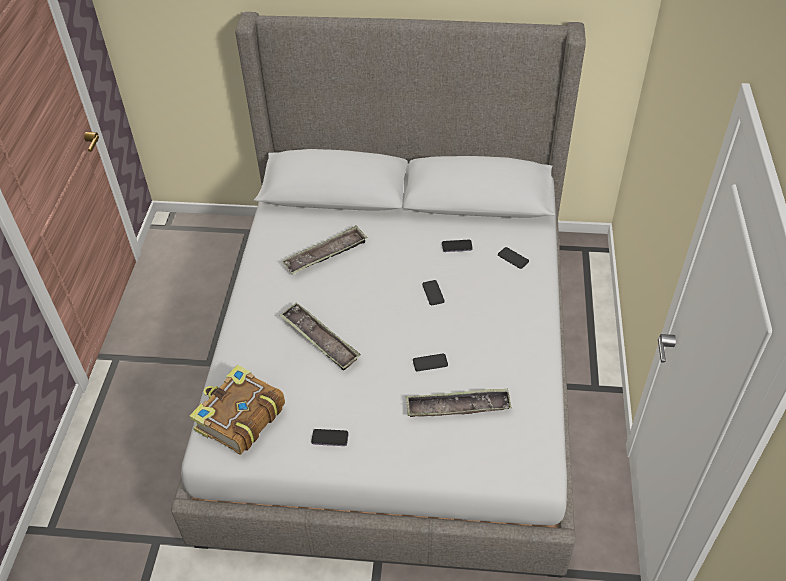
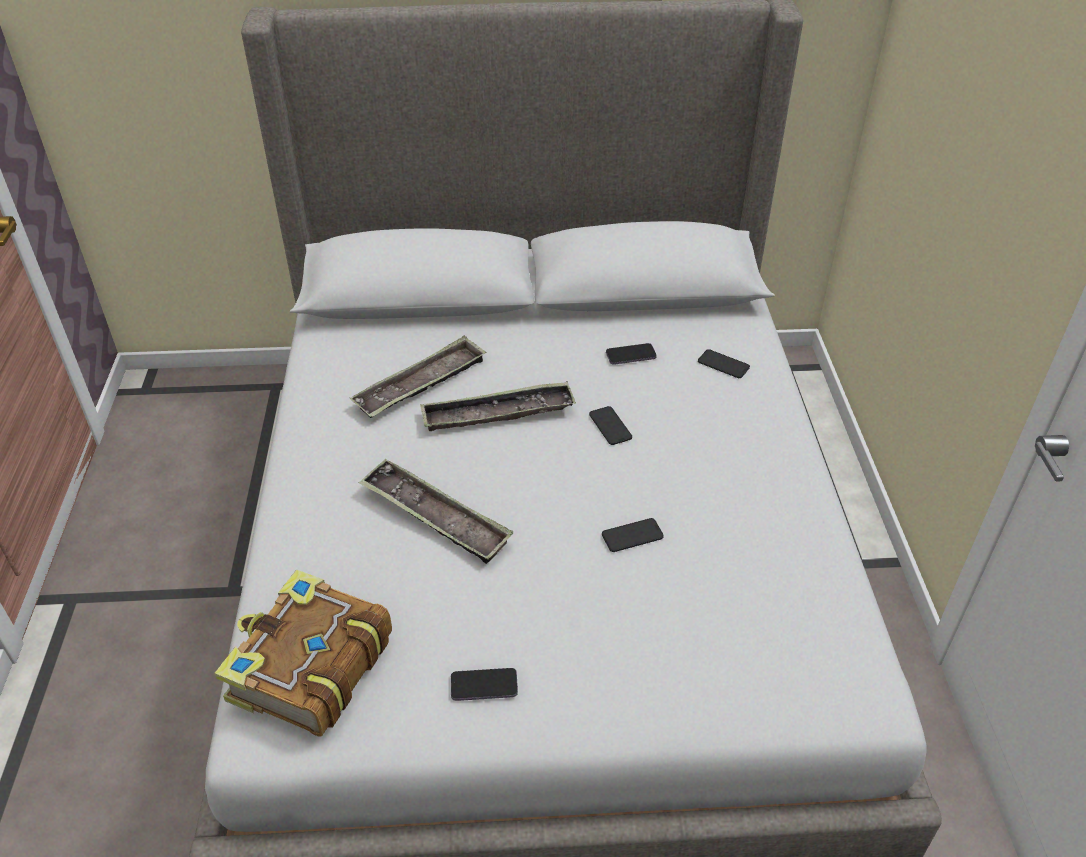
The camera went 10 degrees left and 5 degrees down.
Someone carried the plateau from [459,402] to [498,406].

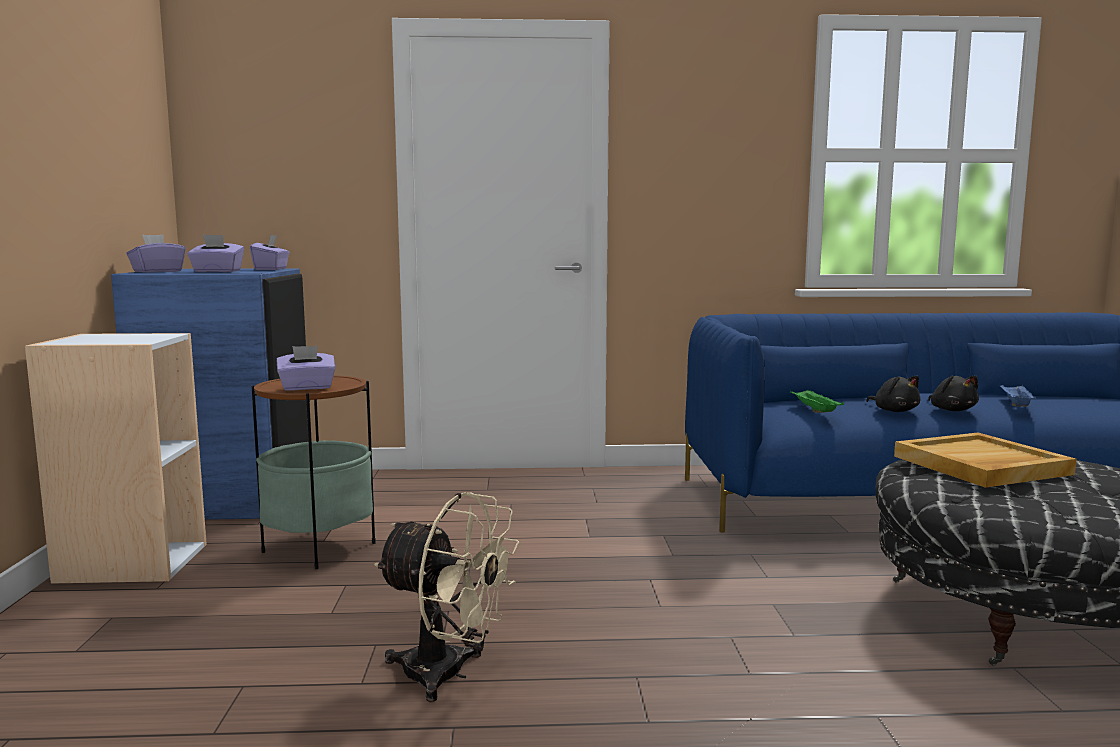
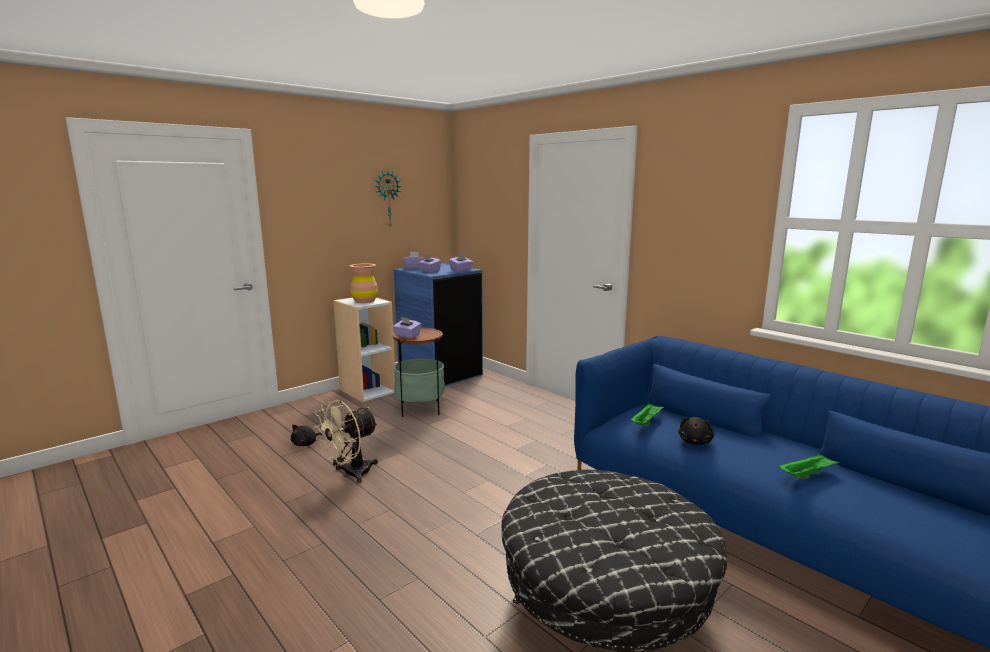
The camera went 50 degrees right and 5 degrees up.
Someone carried the peluche [noir] from [953,393] to [306,435].
Someone repainted the plateau [bleu] at [1017,395], which became the plateau [vert] at [809,466].
Someone took away the plateau [beige] at [985,460].
Someone rotated the ventilateur [beige] at [446,597] by 60 degrees clockwise.
Someone put up the horloge murale at [388,198].
Someone put down the vase [marron] at [363,283].

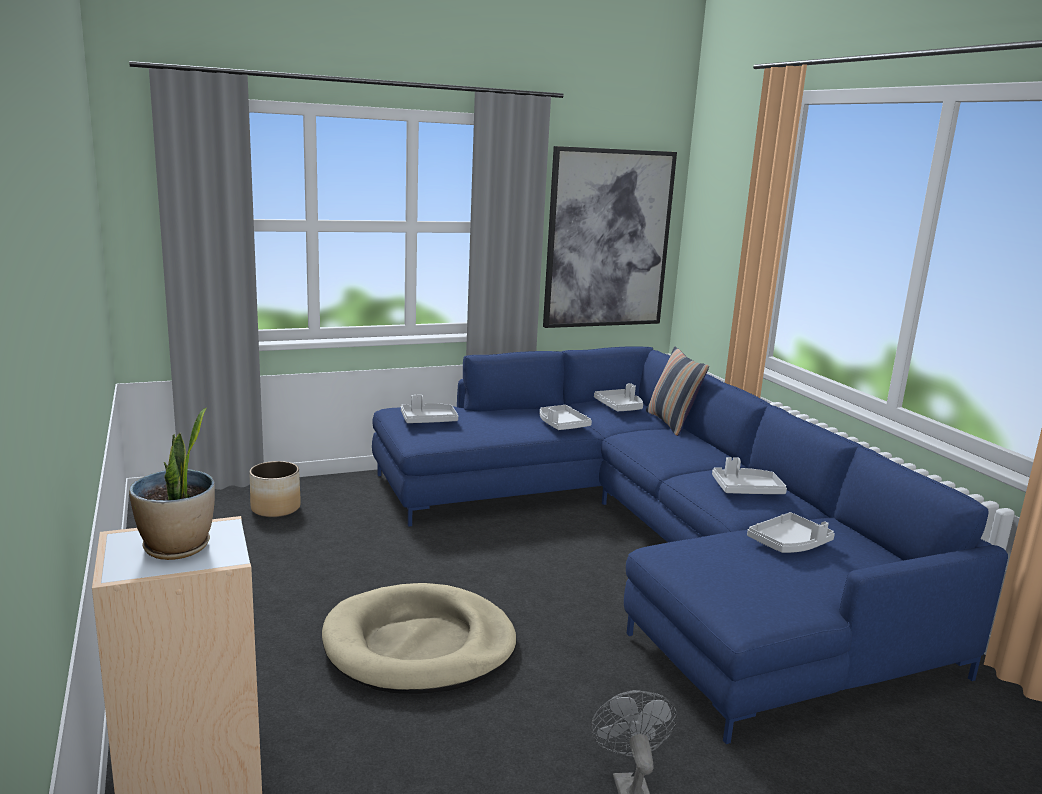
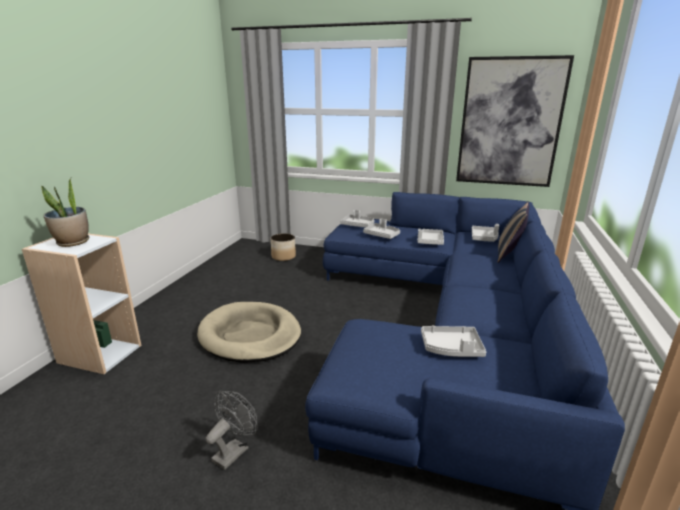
The camera went 40 degrees right and 5 degrees up.
Someone carried the plateau [gris] from [749,475] to [381,229].

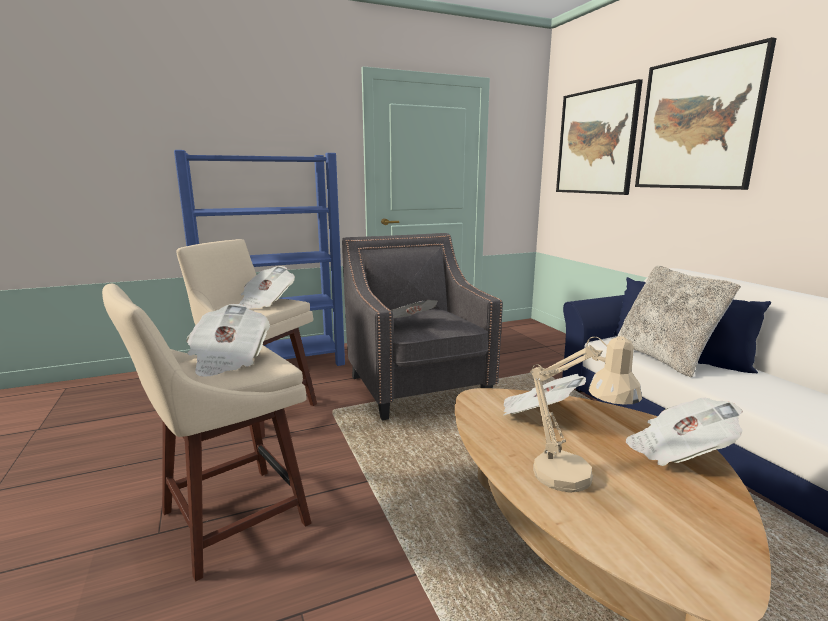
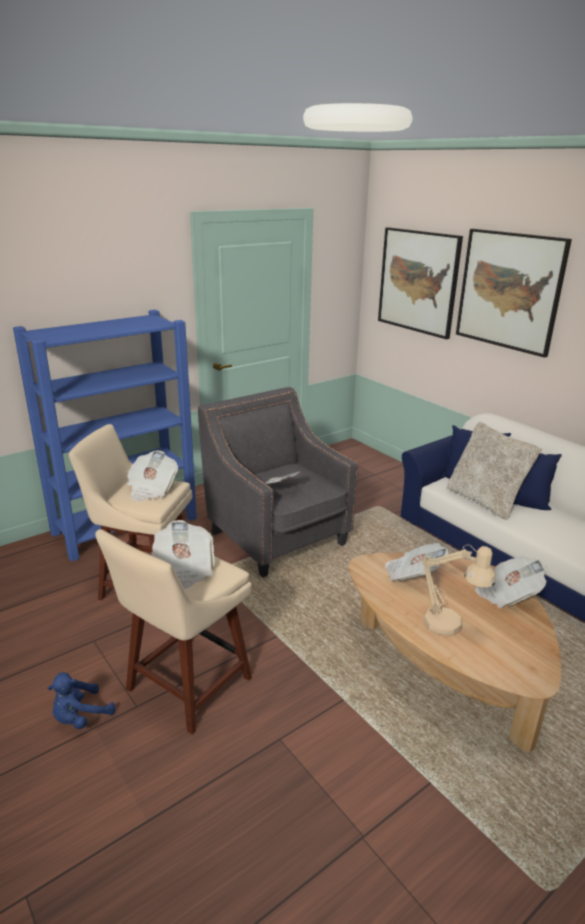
The camera went 15 degrees left and 10 degrees up.
Someone put down the peluche [bleu] at [81,700].

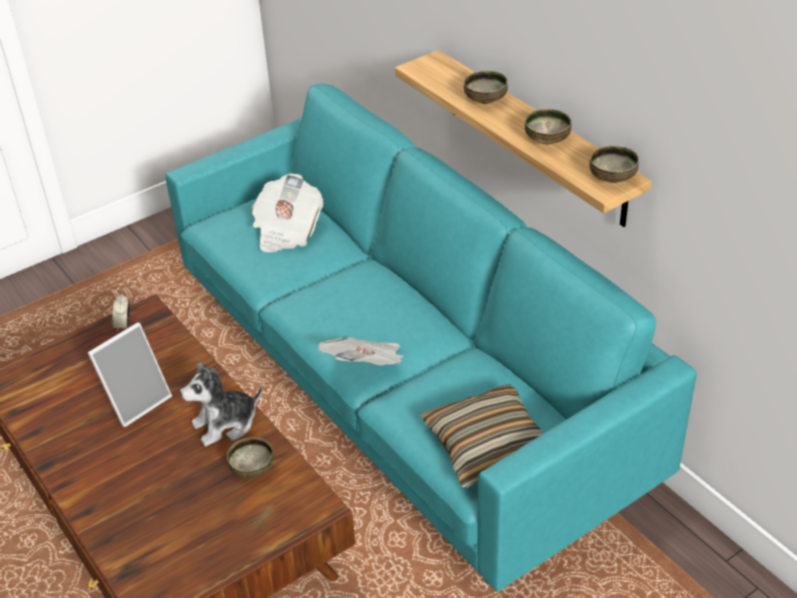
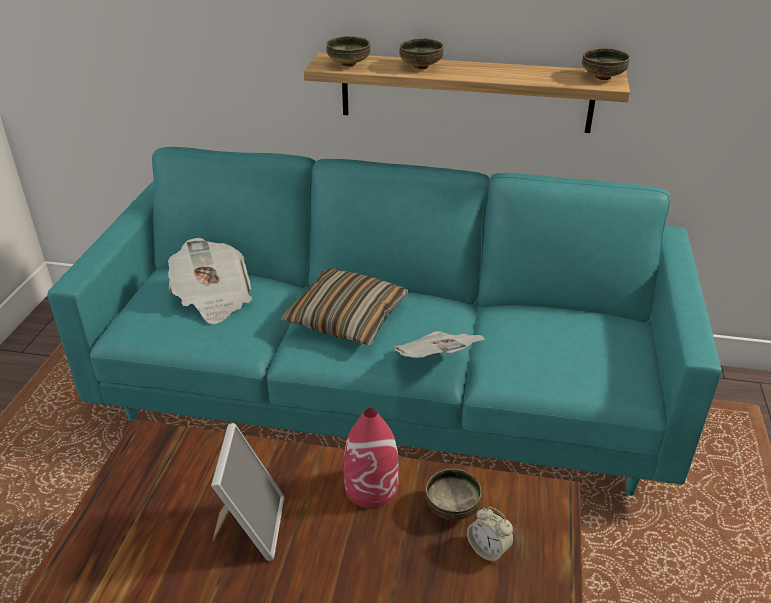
The camera went 45 degrees left and 5 degrees down.
Someone carried the bol from [548,127] to [348,51].
Someone carried the réveil from [121,313] to [490,535].
Someone swapped the peluche at [221,402] for the vase [rouge] at [371,458].
Someone carried the coussin from [481,435] to [344,306].

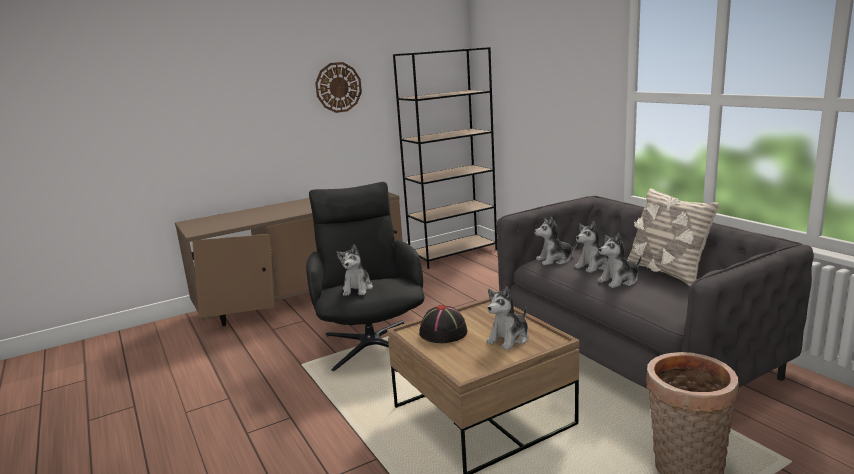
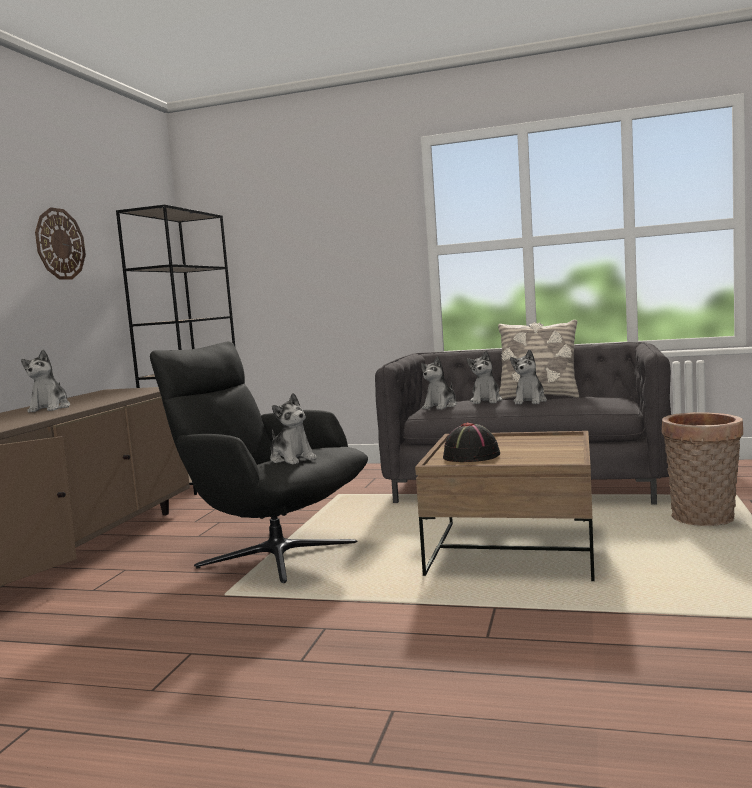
The camera went 45 degrees left and 10 degrees down.
Someone carried the peluche from [507,318] to [45,381].

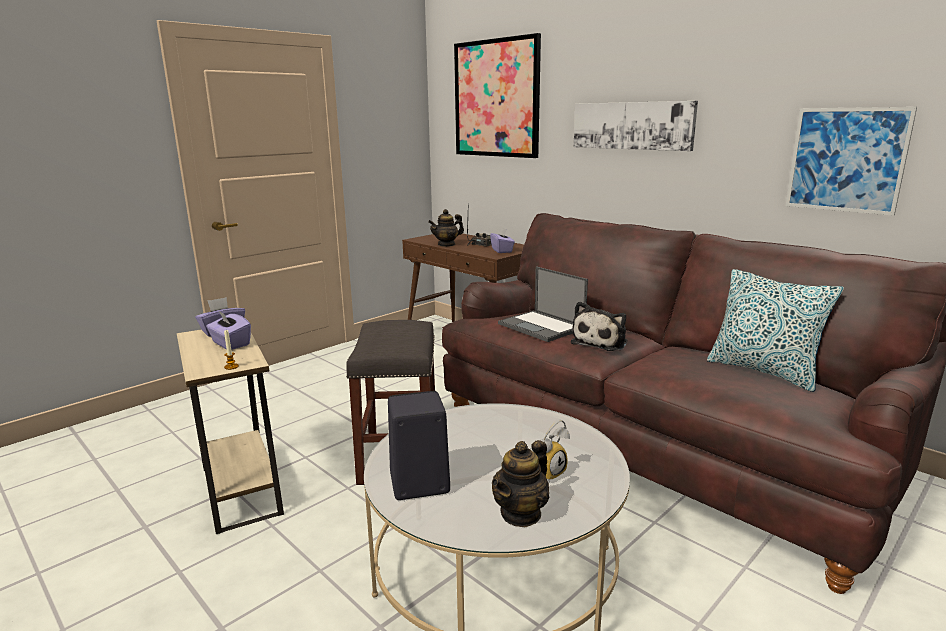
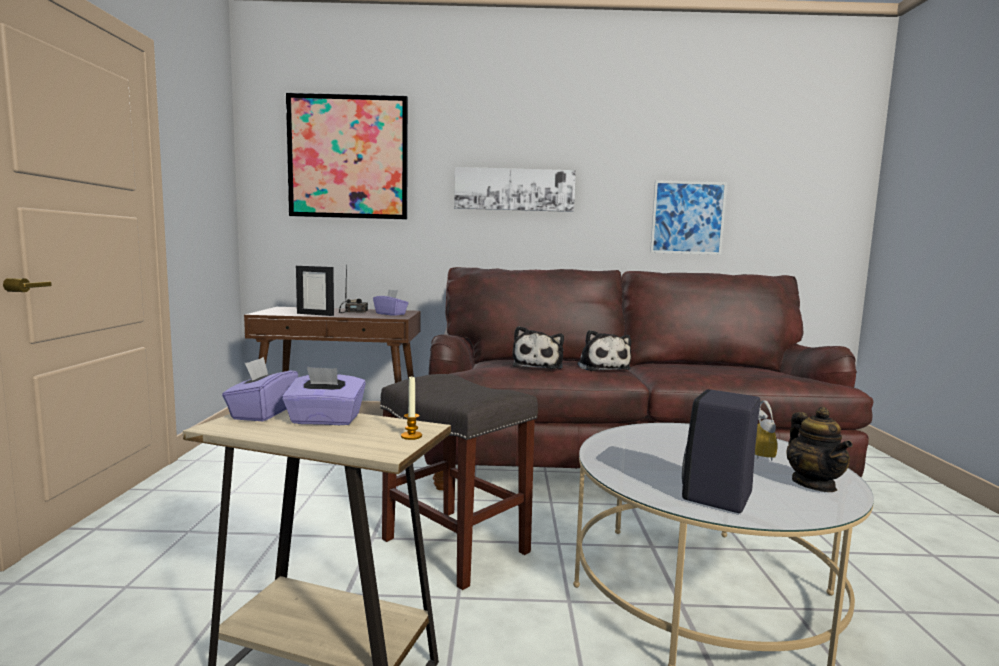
The camera went 45 degrees left and 10 degrees down.
Someone swapped the théière at [446,228] for the cadre photo at [315,290].
Someone swapped the ordinateur portable at [543,304] for the peluche at [538,347].
Someone took away the coussin at [775,330].

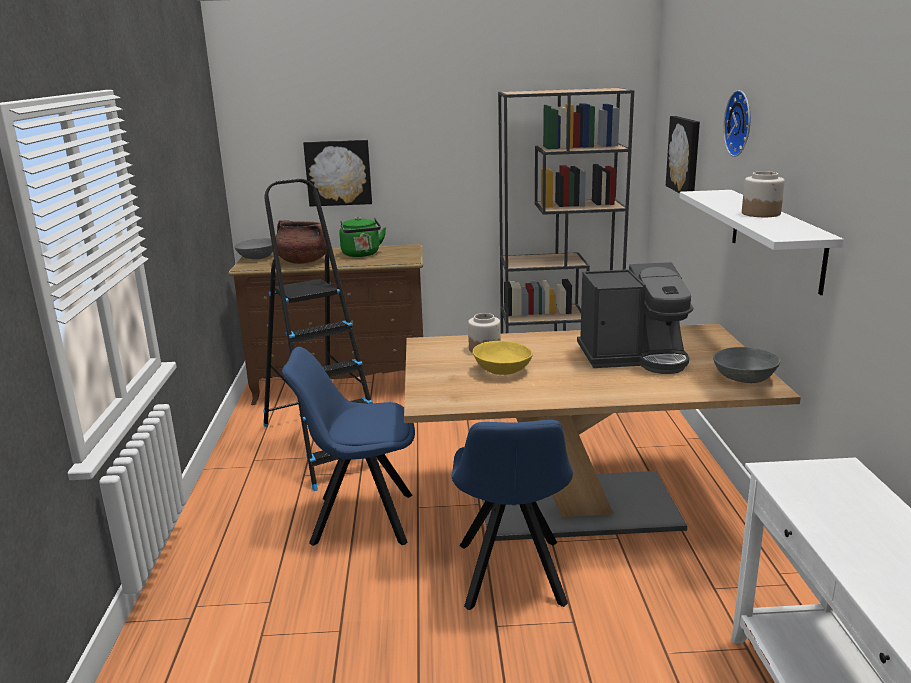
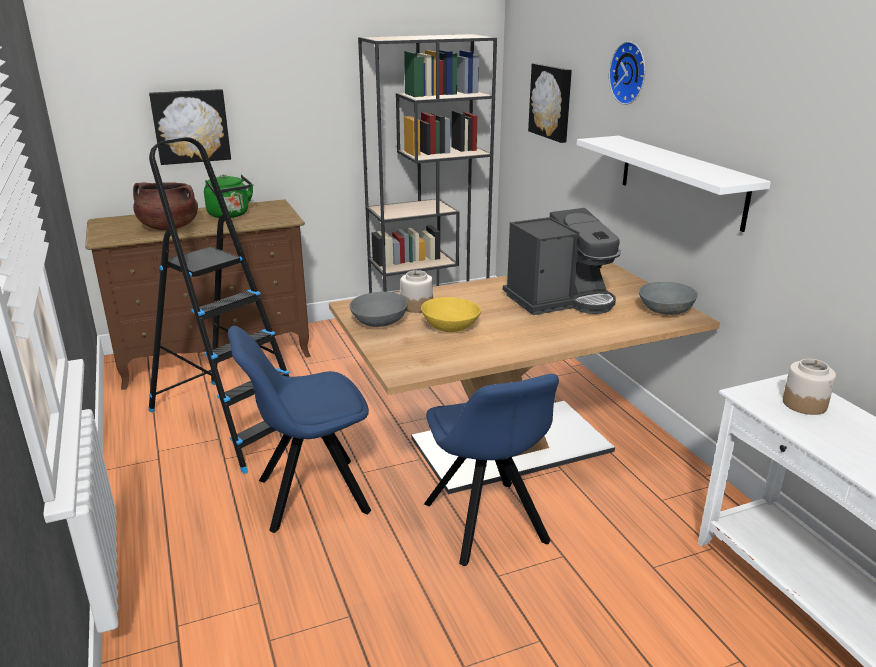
The camera went 20 degrees left and 5 degrees up.
Someone carried the bocal from [763,194] to [809,387].
Someone carried the bol [gris] from [253,248] to [378,309].

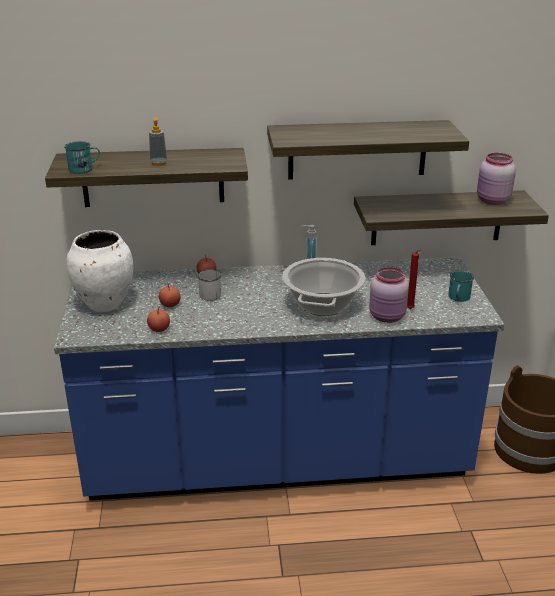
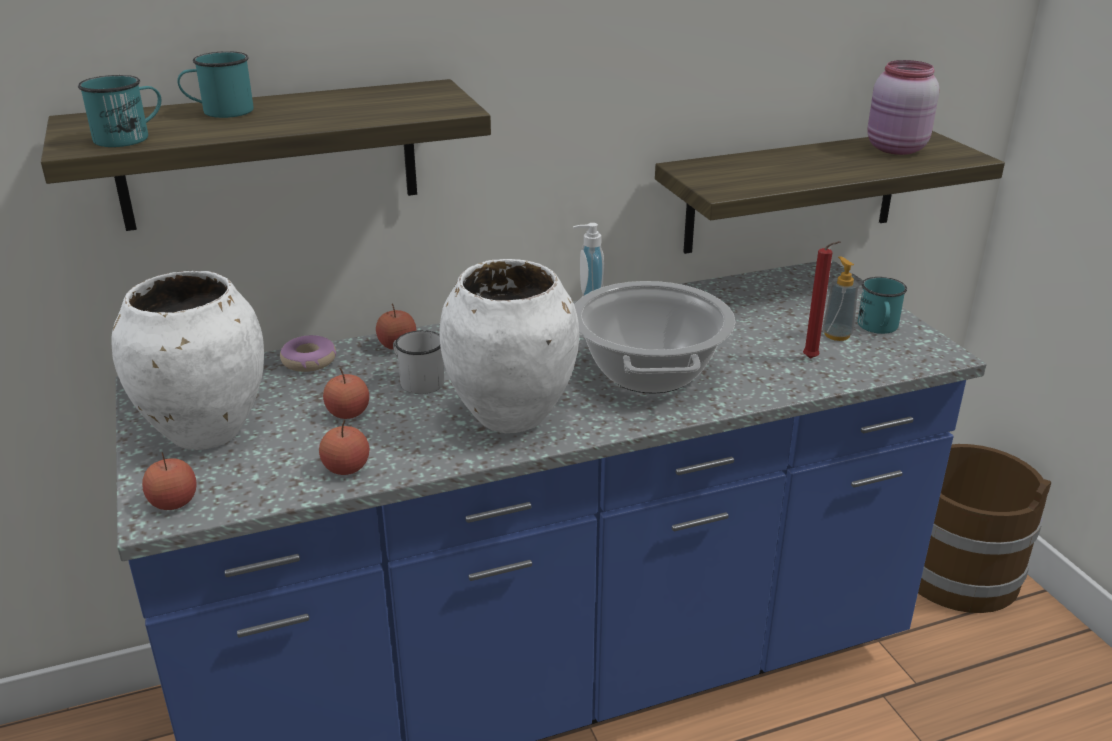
The camera went 15 degrees left and 0 degrees up.
Someone carried the distributeur de savon from [158,141] to [840,298].
Someone took away the étagère at [368,150].
Someone took away the bocal [rose] at [389,295].
Someone put down the mug [turquoise] at [215,84].
Someone put down the vase [blanc] at [509,346].
Someone put down the beignet at [308,353].
Someone put down the pomme at [169,481].

